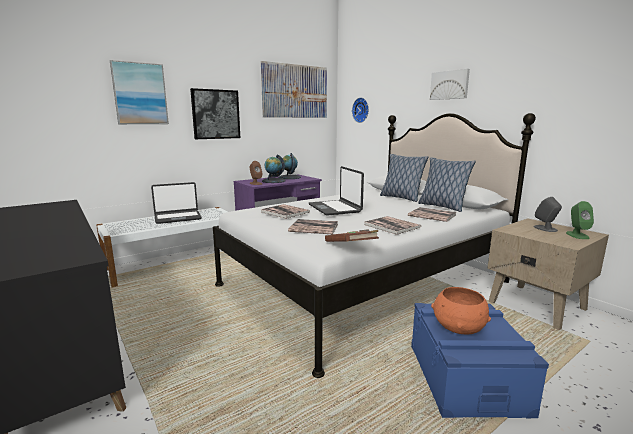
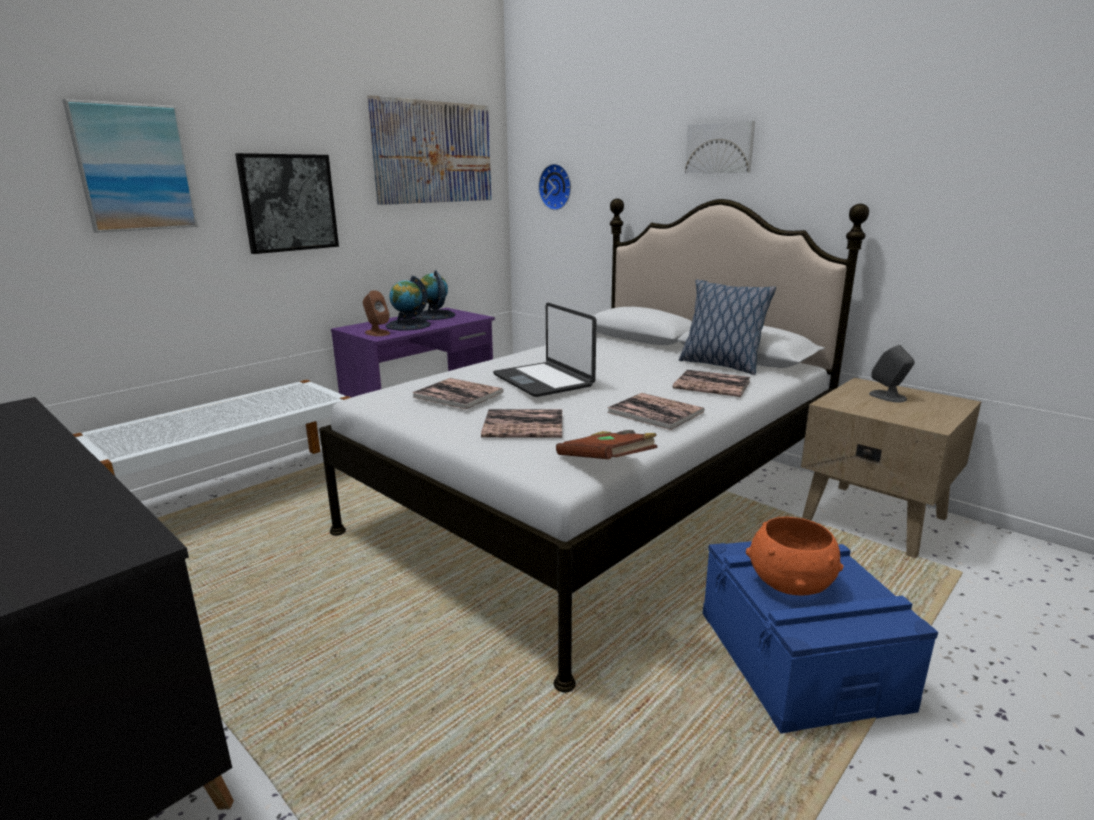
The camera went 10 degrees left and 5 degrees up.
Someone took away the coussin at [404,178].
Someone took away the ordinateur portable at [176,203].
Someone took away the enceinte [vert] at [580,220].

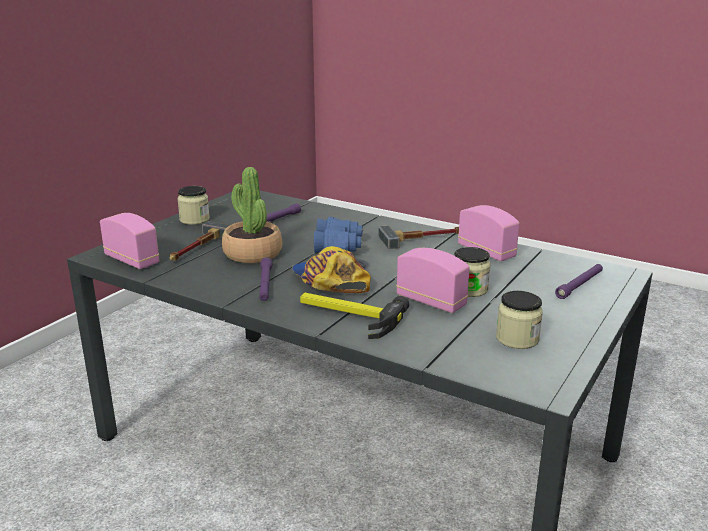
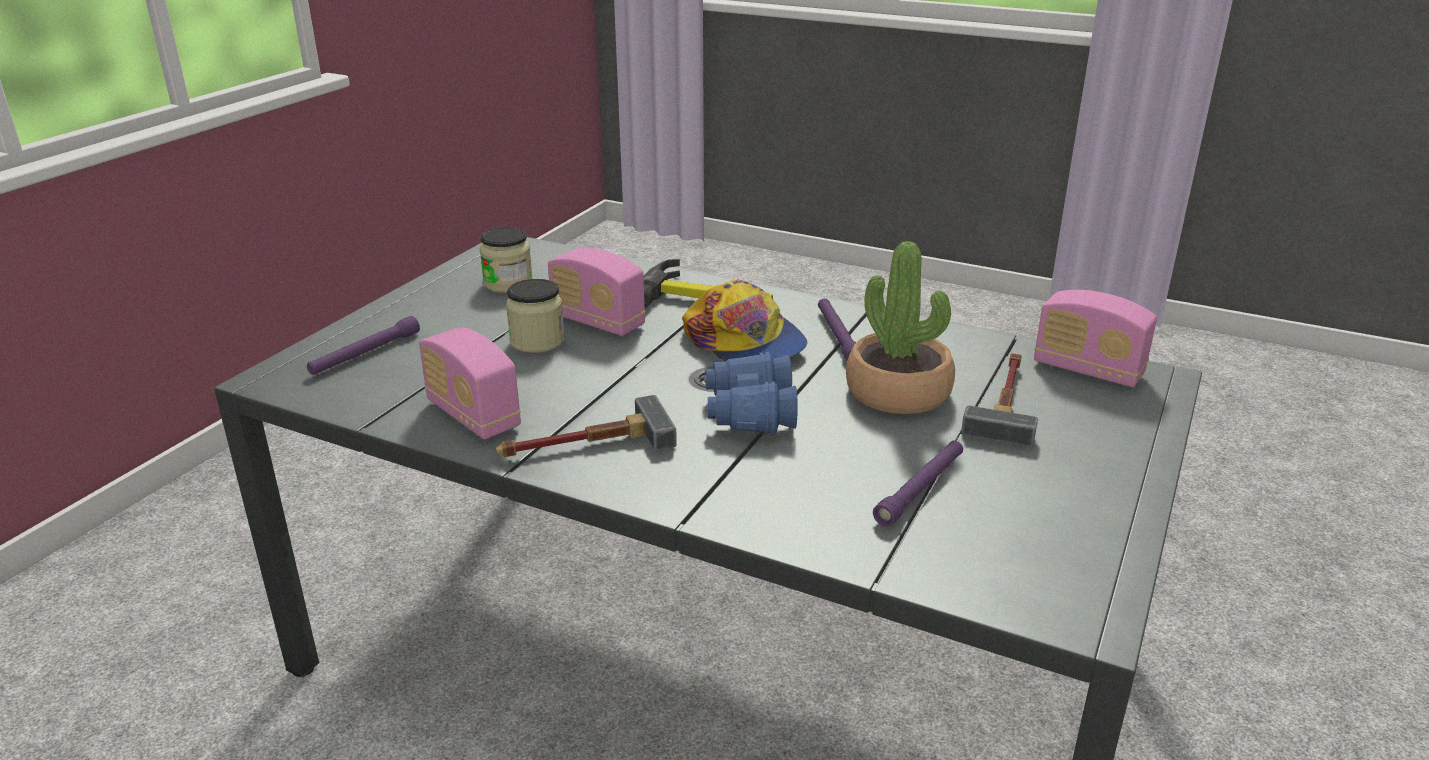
The camera went 175 degrees right and 5 degrees up.
Someone took away the bocal at [193,205].

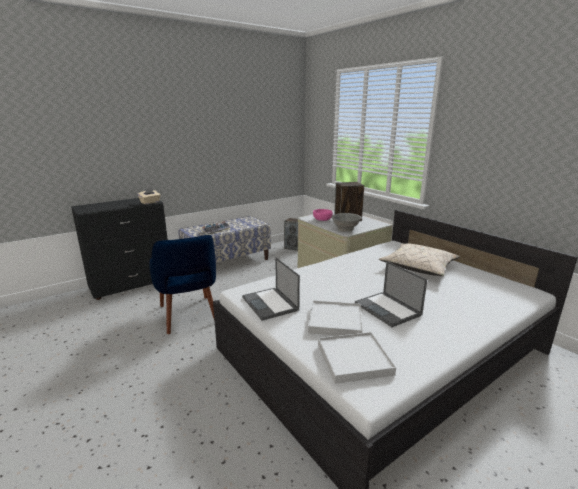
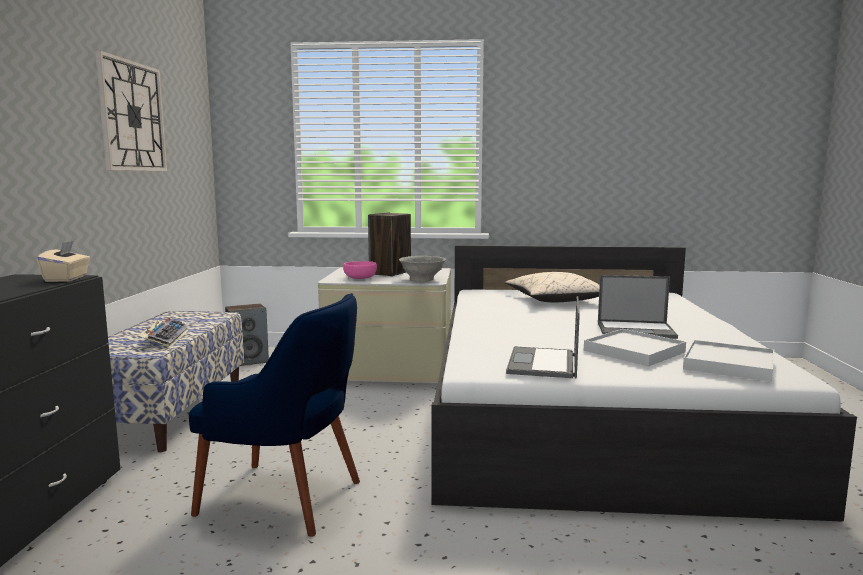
The camera went 50 degrees left and 10 degrees down.
Someone rotated the ordinateur portable at [271,289] by 90 degrees clockwise.
Someone put up the horloge murale at [131,110].

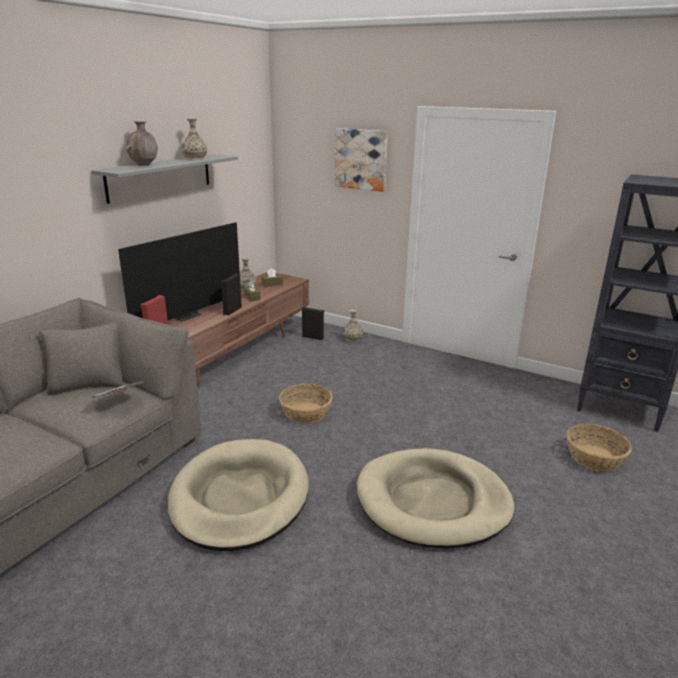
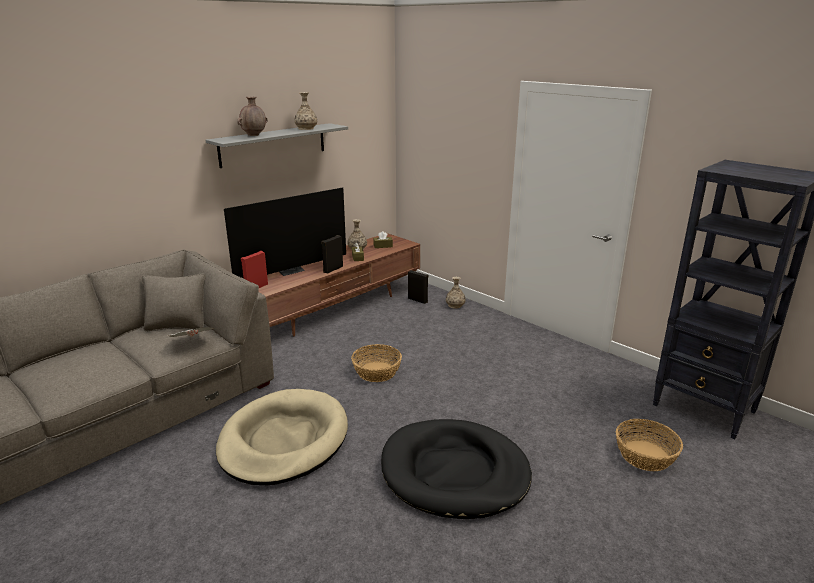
The camera went 15 degrees right and 0 degrees up.
Someone took away the tableau at [361,160].
Someone repainted the panier pour chien [beige] at [435,498], which became the panier pour chien [noir] at [456,469].

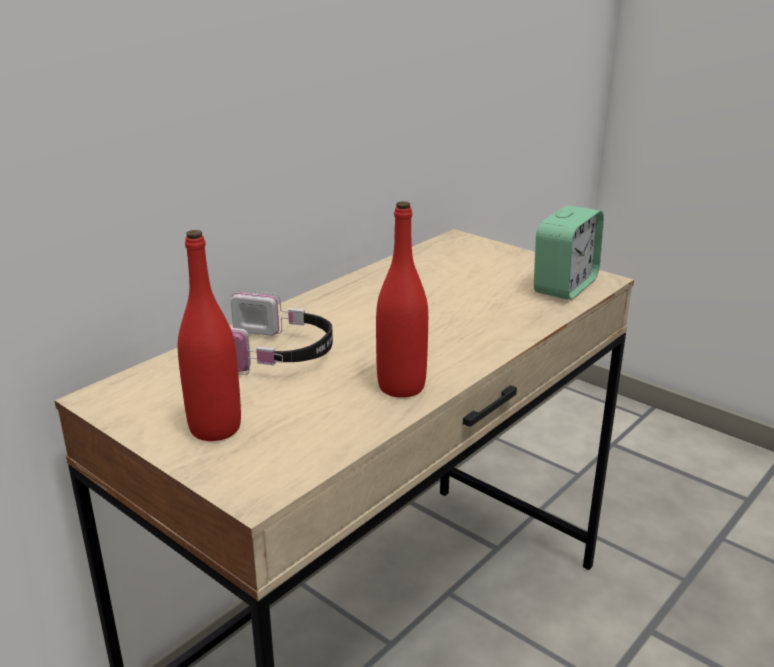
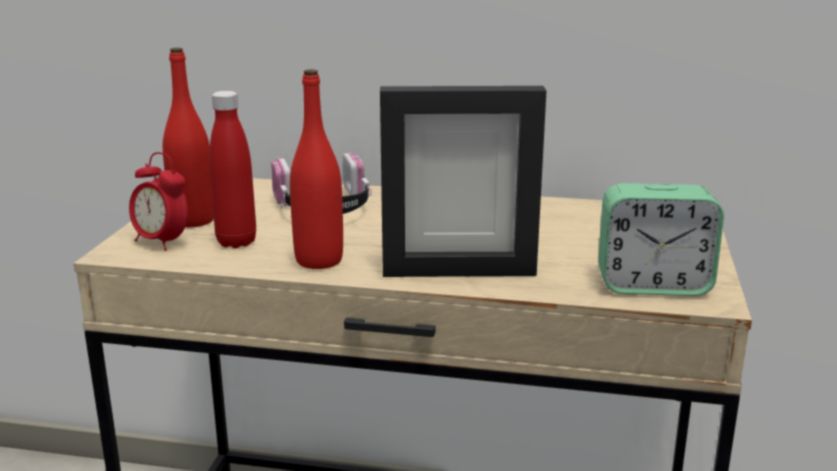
The camera went 60 degrees right and 5 degrees down.
Someone put down the cadre photo at [463,181].
Someone put down the bouteille [rouge] at [232,169].
Someone put down the réveil at [158,201].

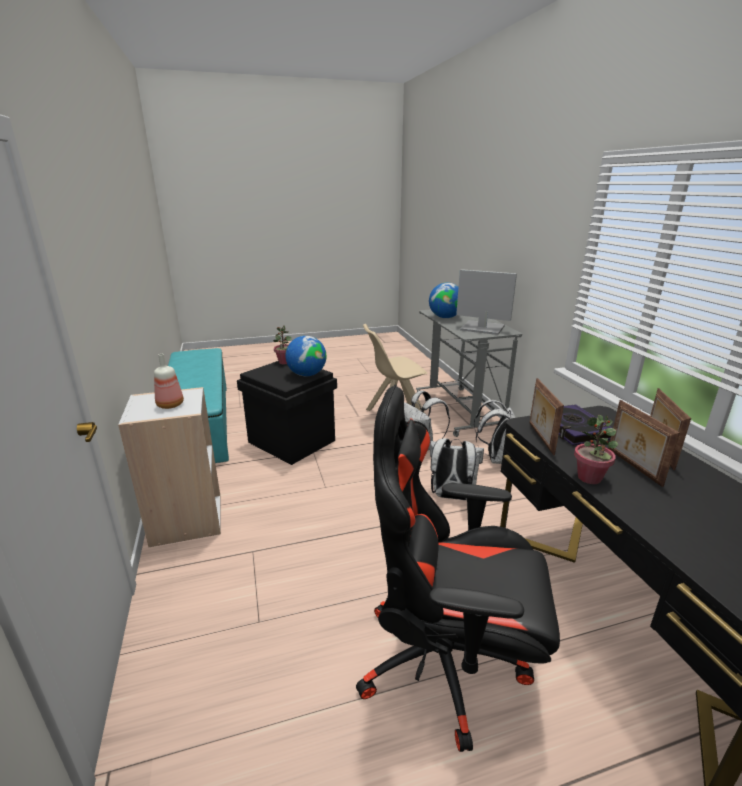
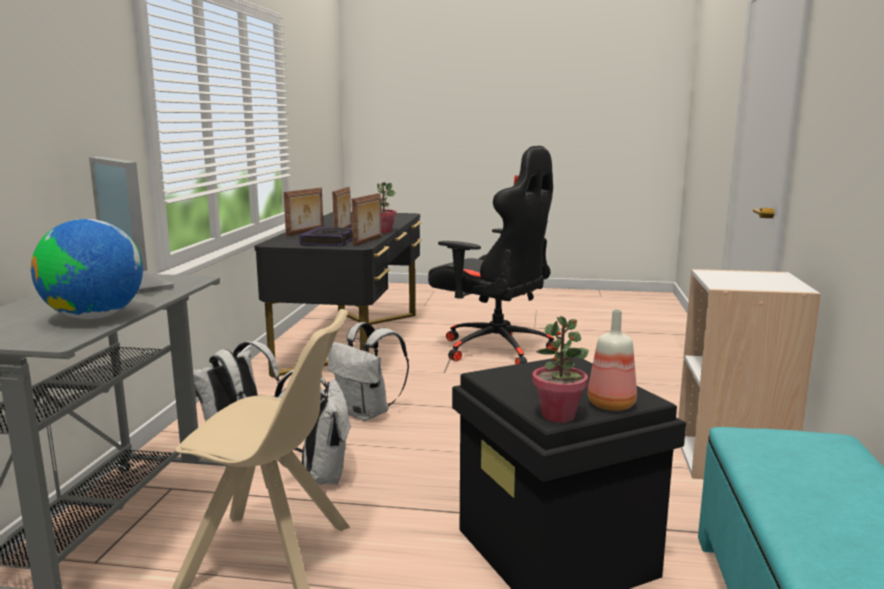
The camera went 155 degrees left and 10 degrees down.
Someone took away the globe at [305,356].
Someone carried the bouteille from [169,381] to [612,360].

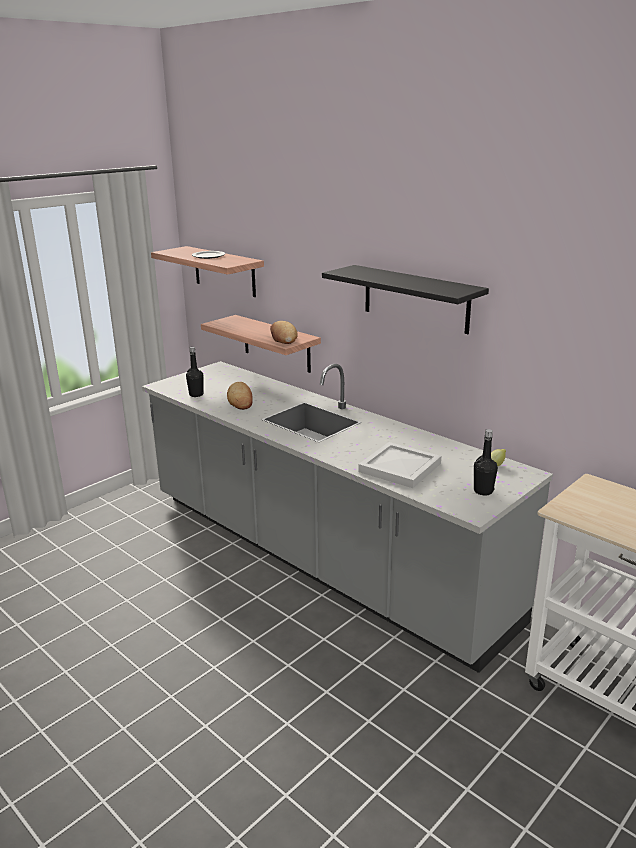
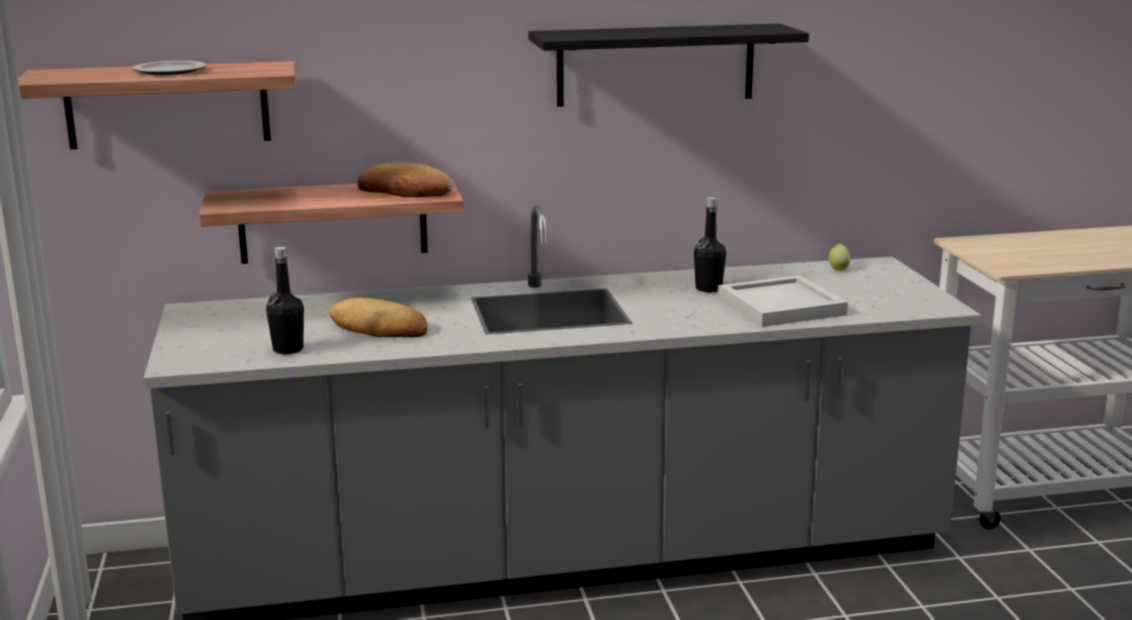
The camera went 55 degrees left and 5 degrees down.
Someone carried the bouteille [noir] from [486,462] to [710,244].

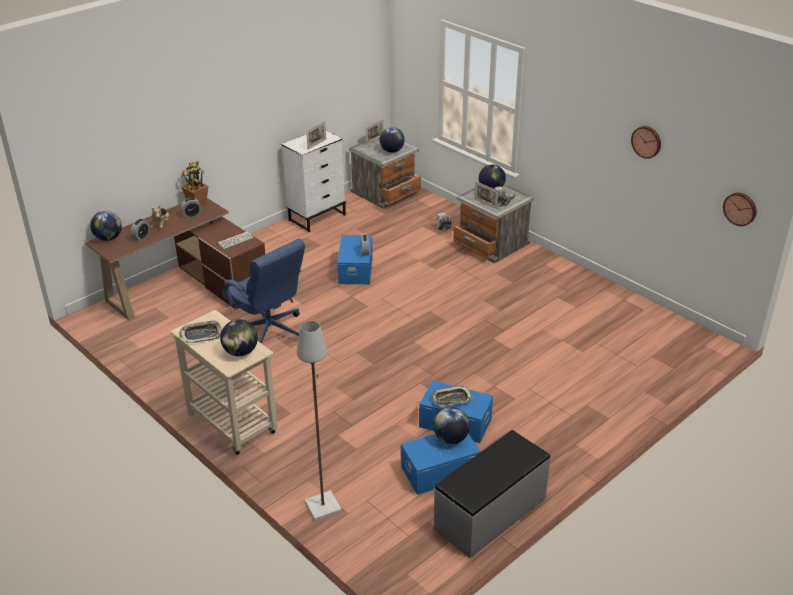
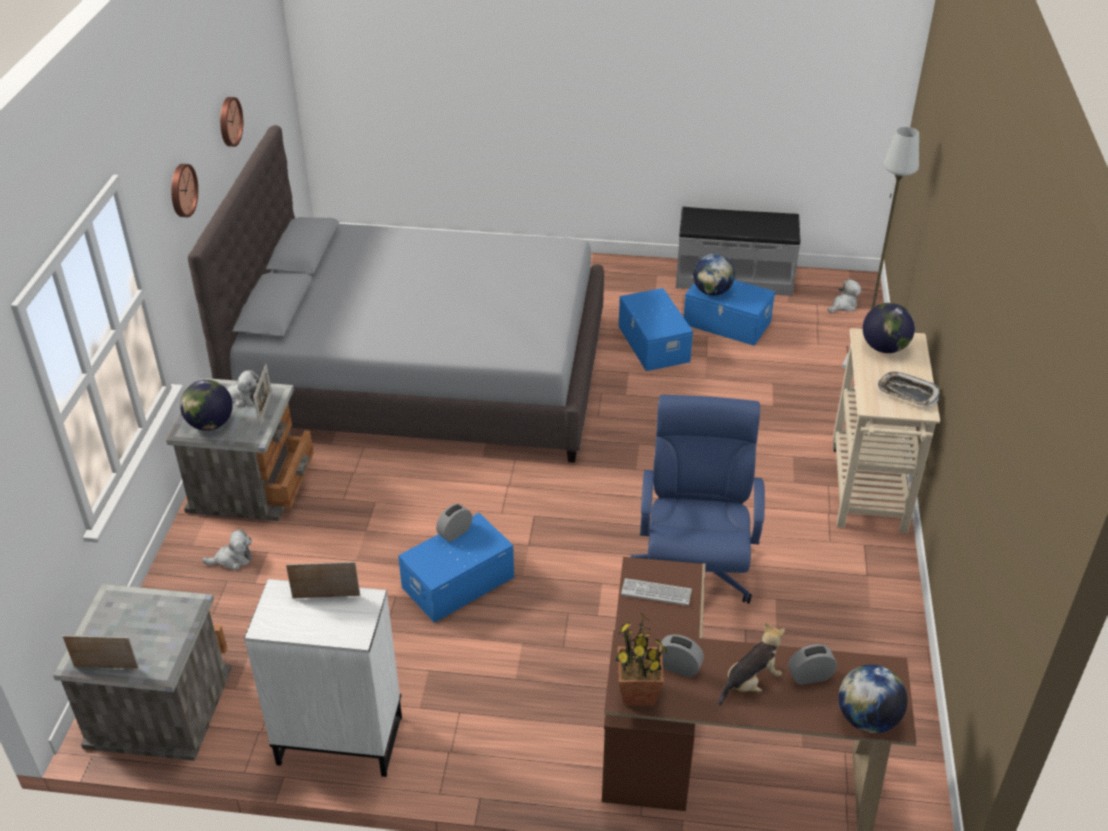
The camera went 130 degrees left and 5 degrees up.
Someone took away the globe at [392,140].
Someone carried the horloge murale from [739,209] to [184,190].
Someone took away the plateau at [452,396].
Someone put down the lit [gris] at [396,294].
Someone put down the peluche at [844,296].

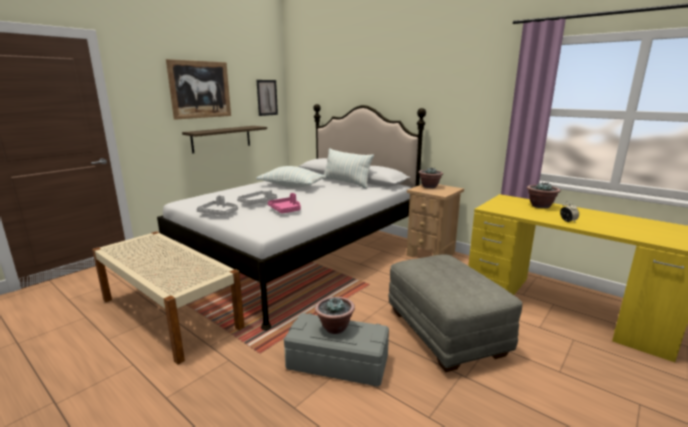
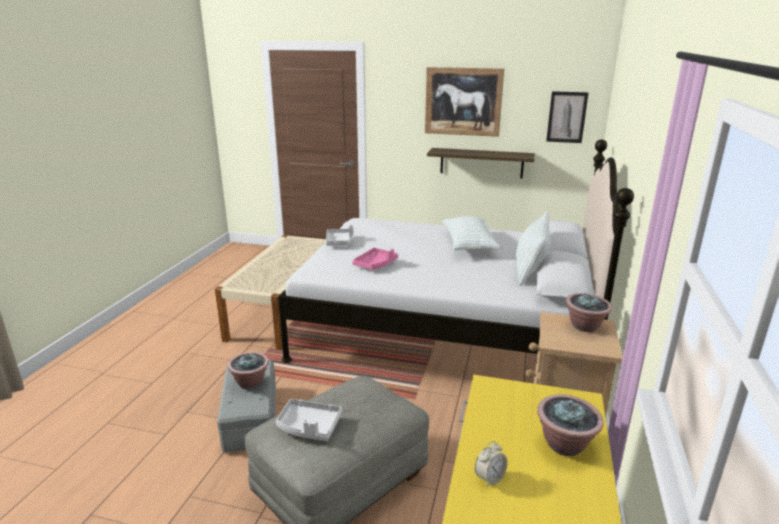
The camera went 65 degrees right and 5 degrees up.
Someone carried the plateau [gris] from [257,197] to [309,420].

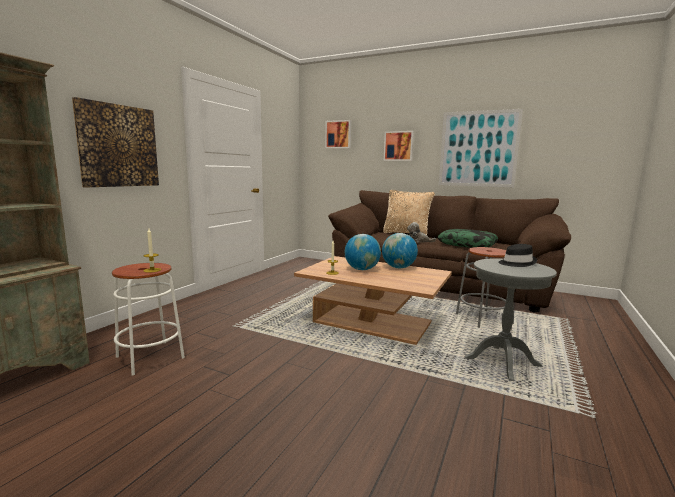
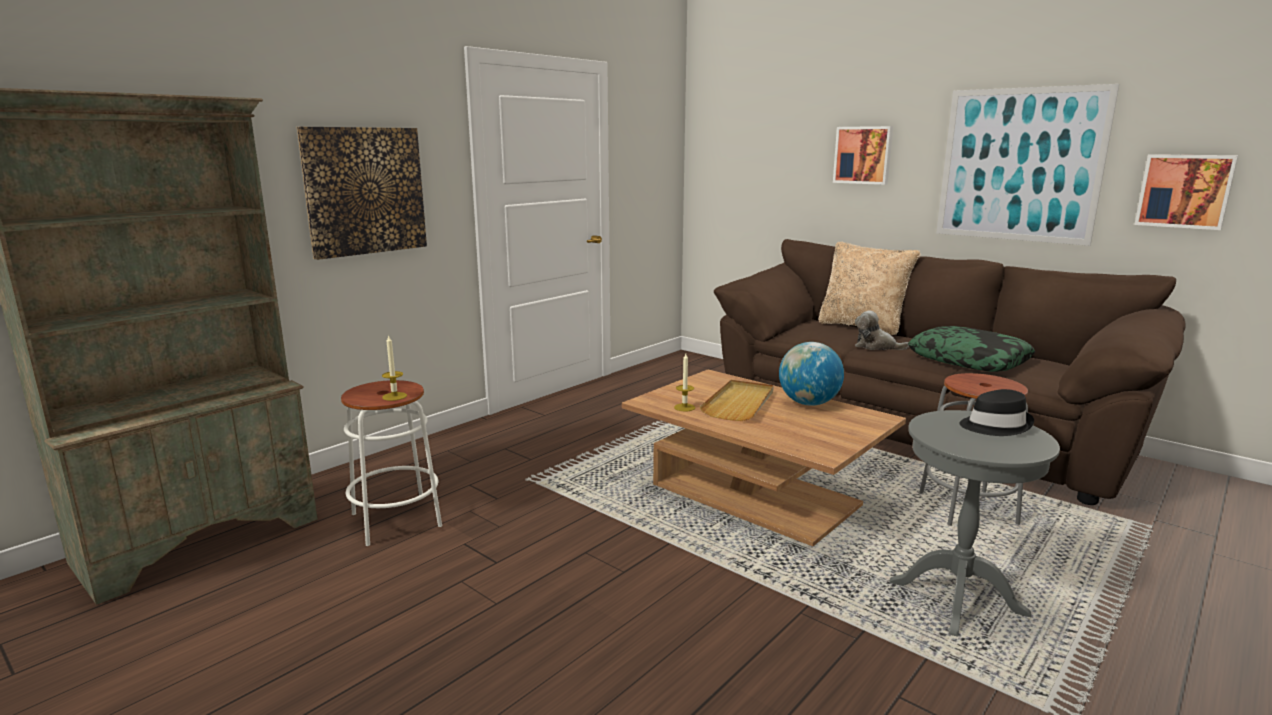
The camera went 15 degrees right and 5 degrees up.
Someone carried the tableau from [338,134] to [1186,192].
Someone swapped the globe at [363,252] for the plateau [beige] at [737,400].

